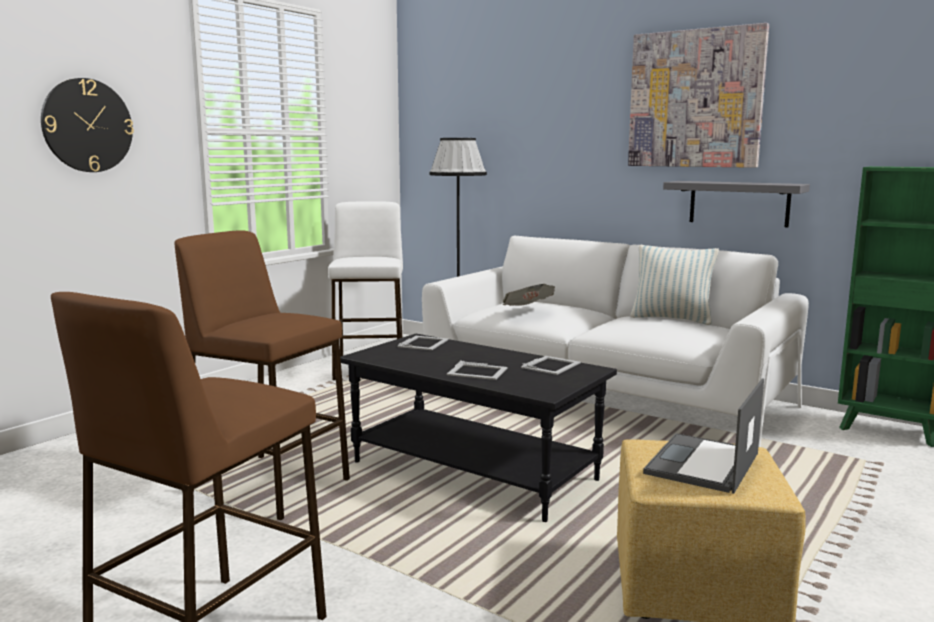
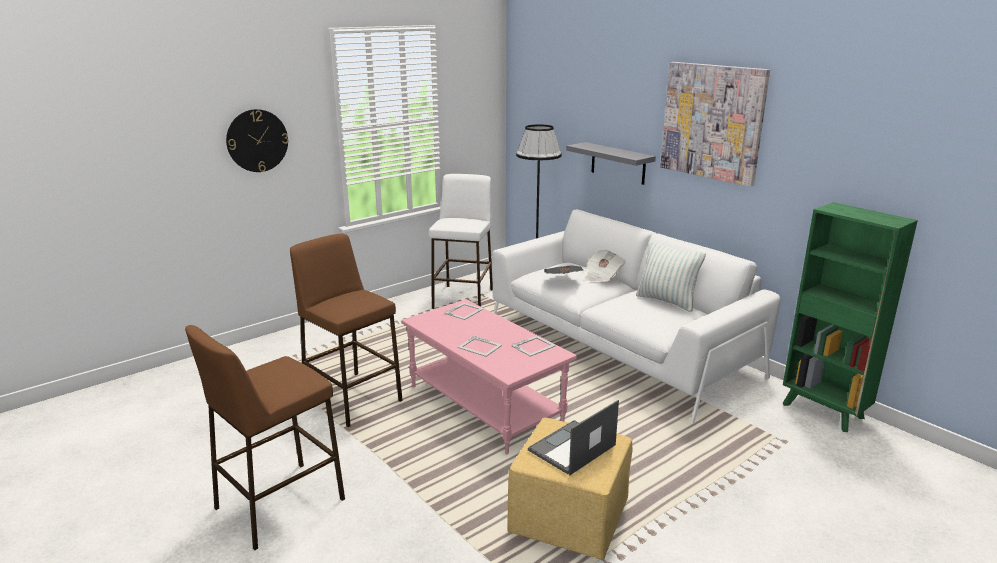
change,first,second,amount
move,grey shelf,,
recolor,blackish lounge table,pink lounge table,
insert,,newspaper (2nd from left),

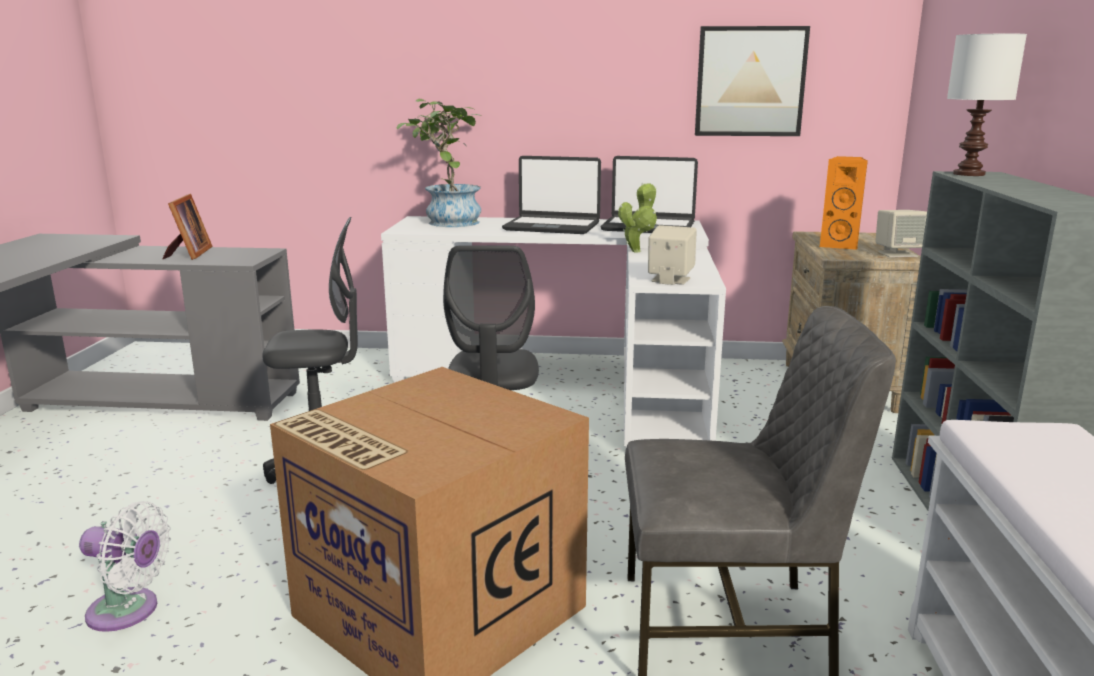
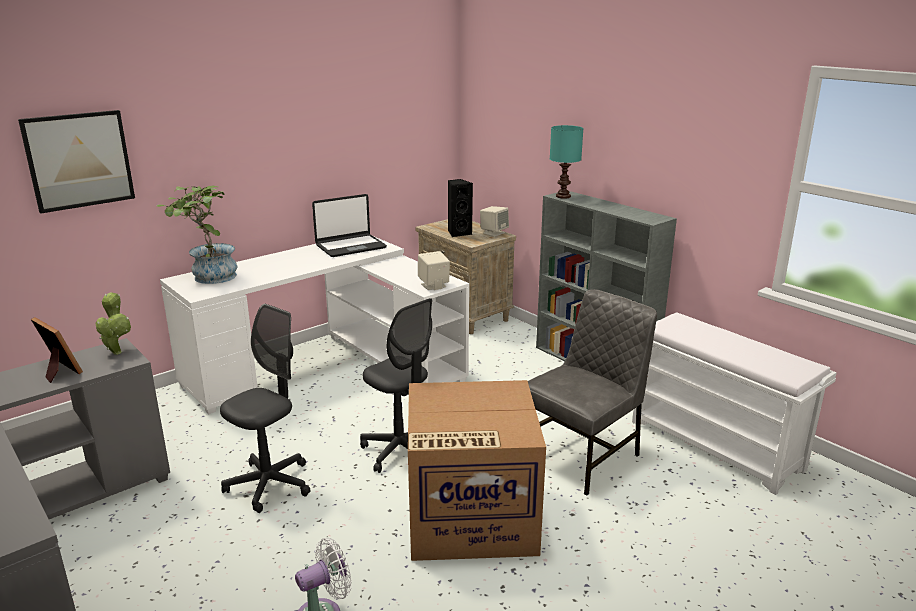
change,first,second,amount
move,wall picture,,
recolor,white-coloured tabletop lamp,turquoise-coloured tabletop lamp,
delete,notebook computer (1st from left),,
recolor,orange loudspeaker,blackish loudspeaker,
move,potted plant (2nd from left in the first image),potted plant (1st from left),

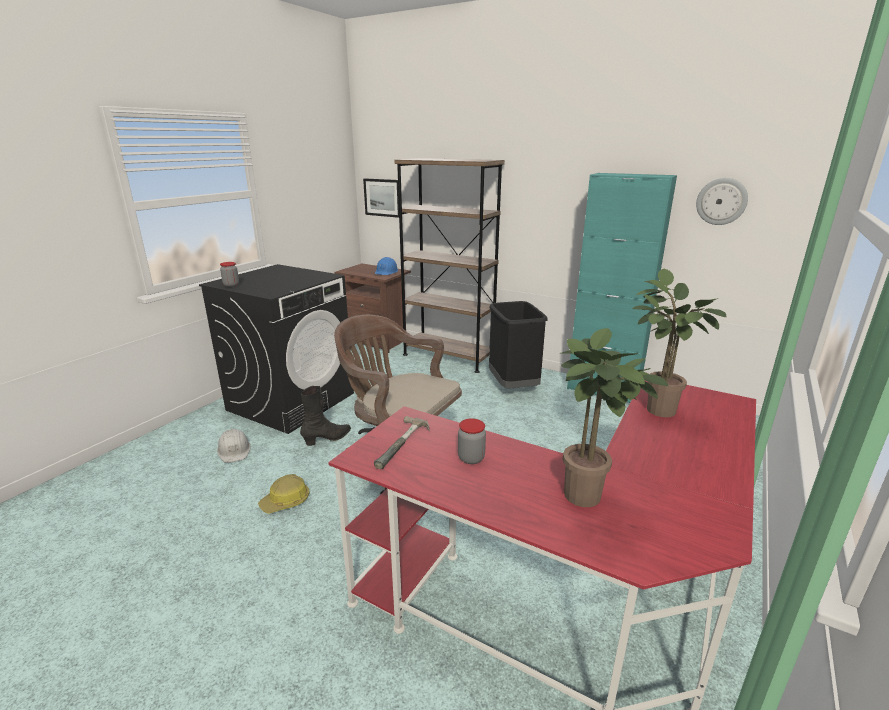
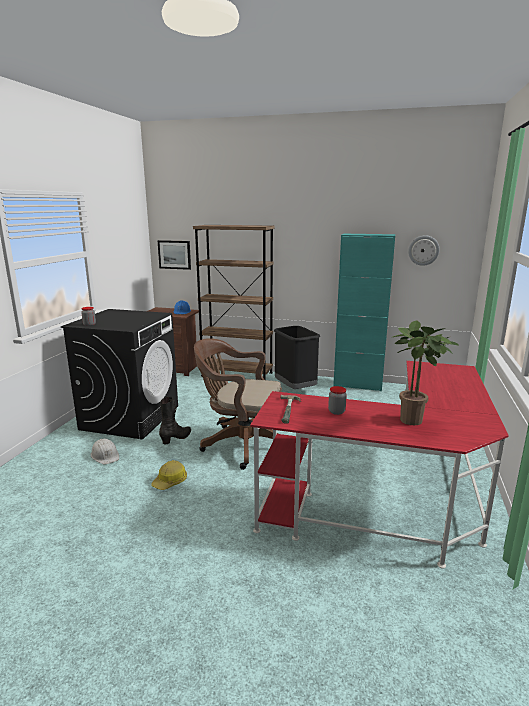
change,first,second,amount
delete,potted plant (2nd from left),,

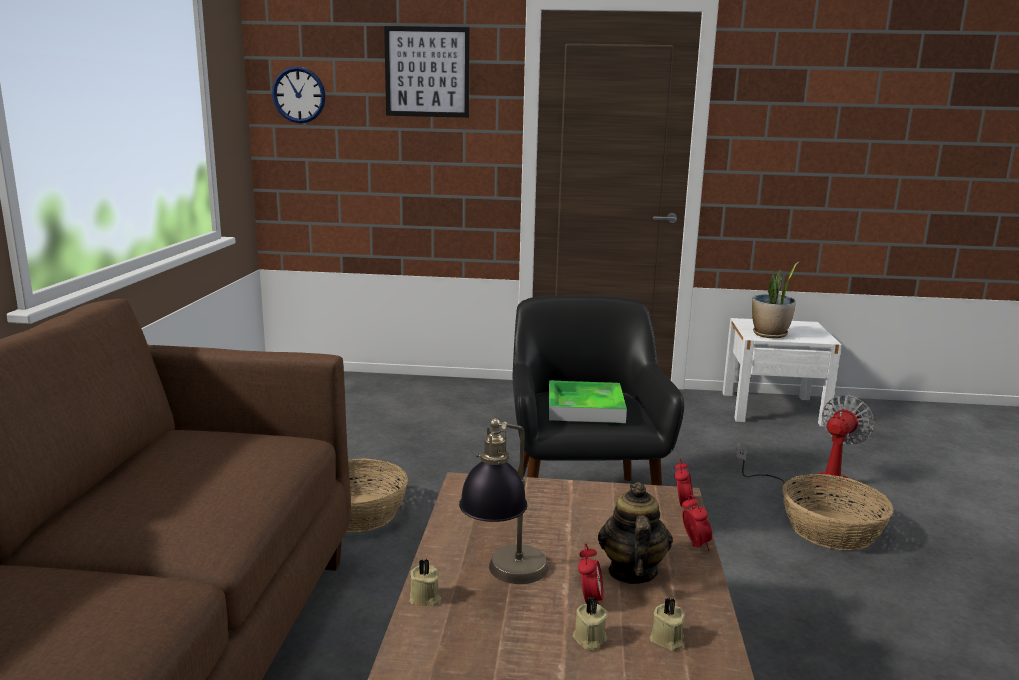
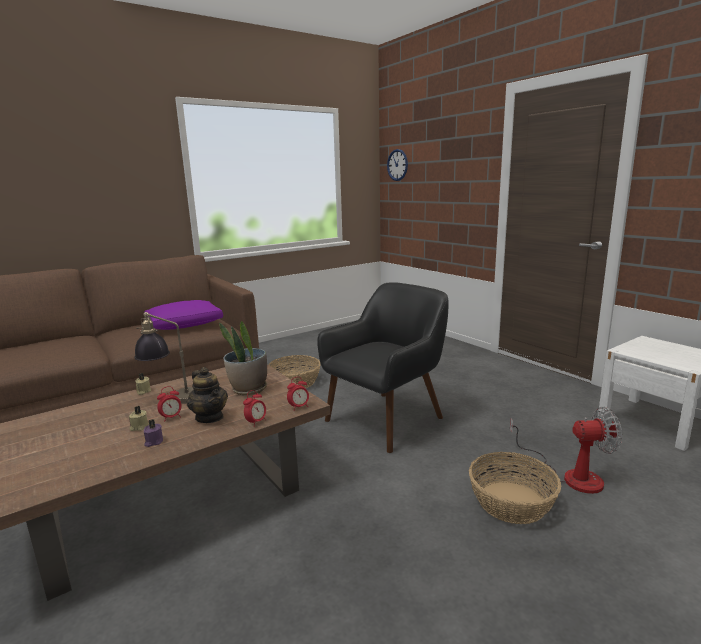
change,first,second,amount
delete,wall picture,,
move,potted plant,,
delete,carrying tray,,
rotate,pot for tea,,90 degrees clockwise
recolor,beige wax candle (3rd from left),purple wax candle,
insert,,purple pillow,

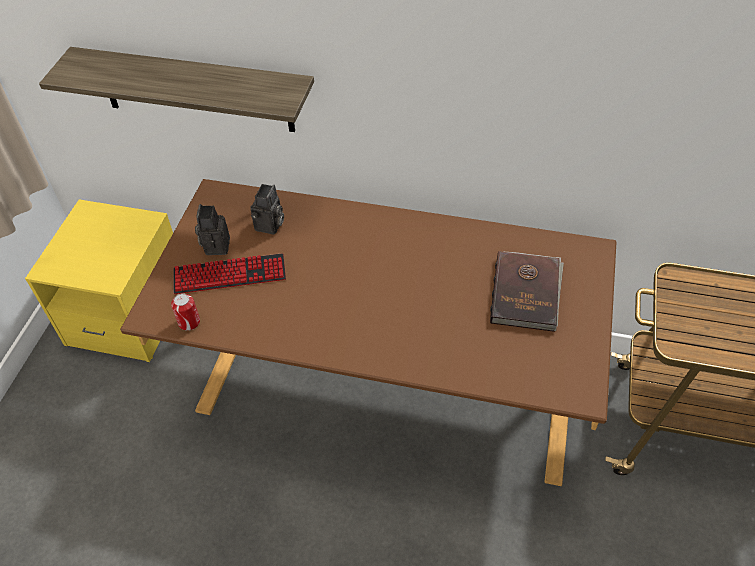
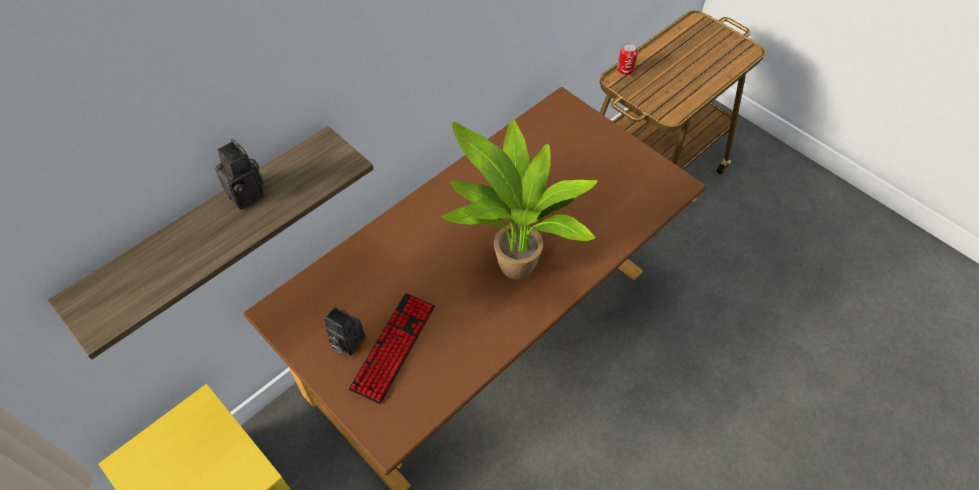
change,first,second,amount
move,still camera (2nd from left in the first image),still camera (1st from left),
delete,brownish volume,,
move,can,,
insert,,potted plant,

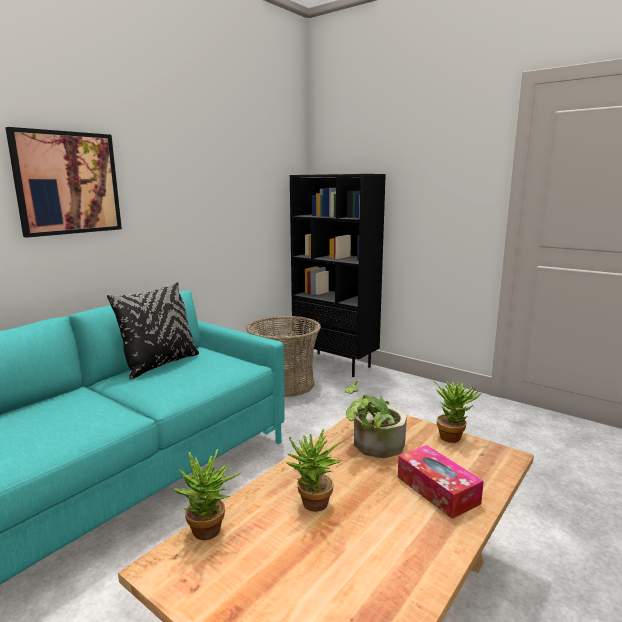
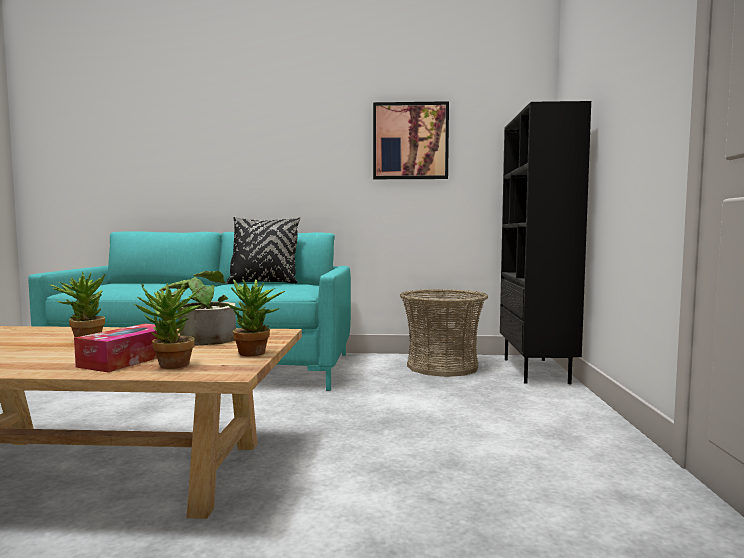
change,first,second,amount
move,wall picture,,
move,potted plant (1st from left in the first image),potted plant (2nd from left),

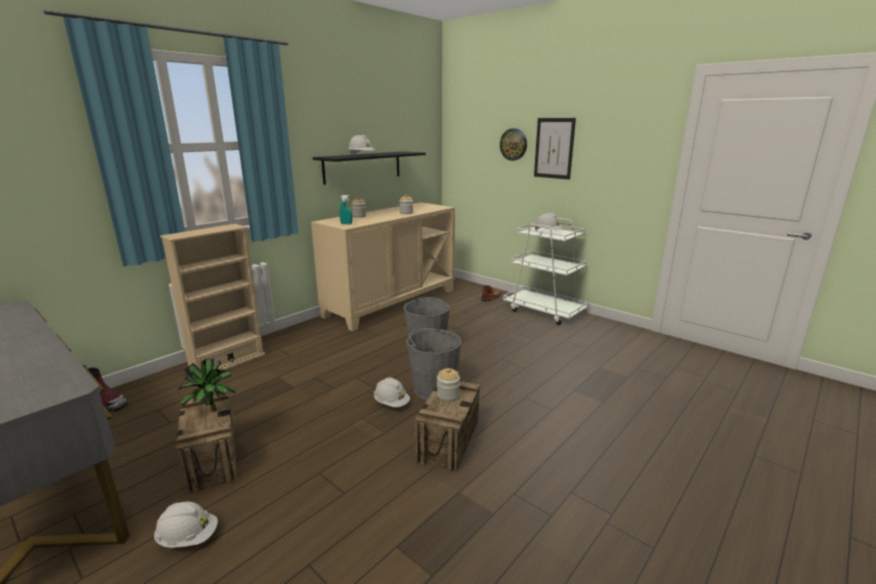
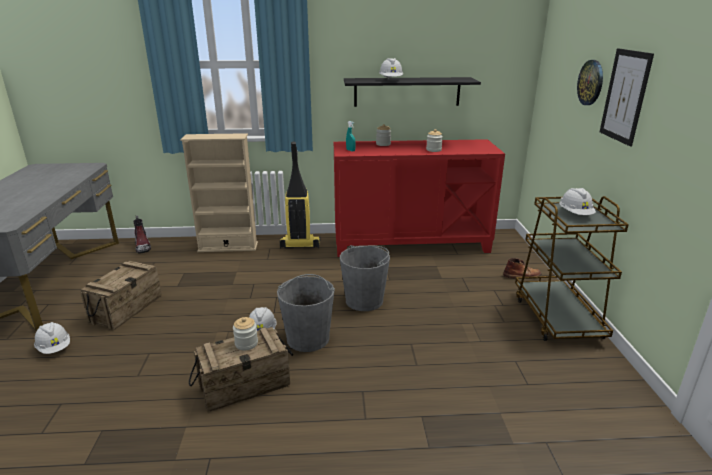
change,first,second,amount
recolor,beige storage cabinet,red-coloured storage cabinet,
recolor,white-coloured trolley,brownish trolley,
delete,potted plant,,
insert,,hoover,

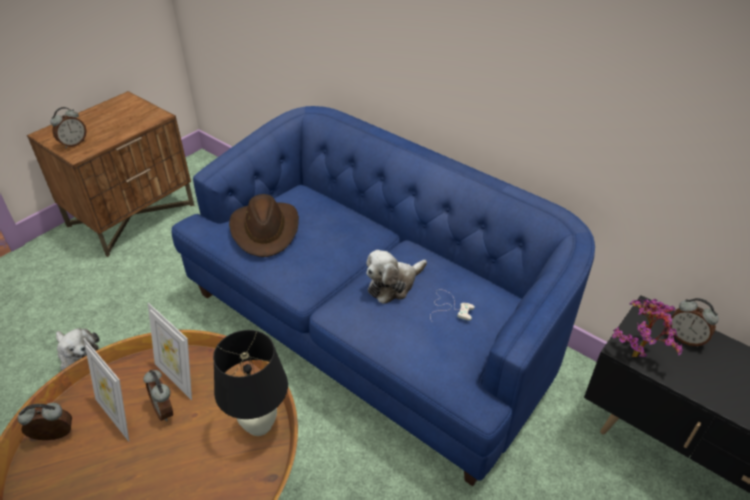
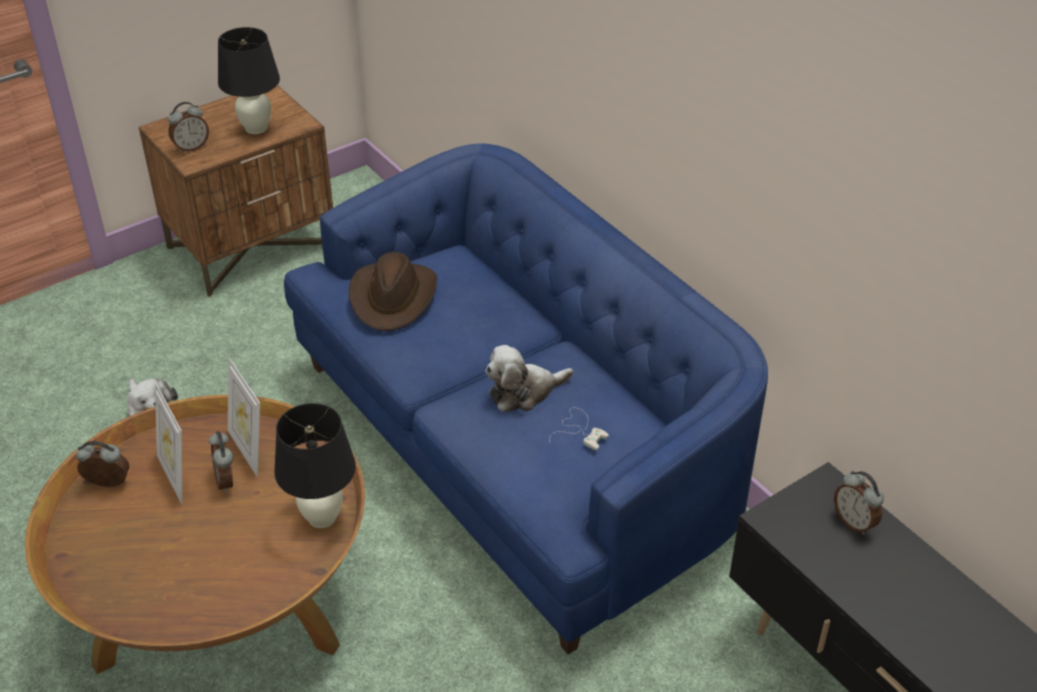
change,first,second,amount
delete,potted plant,,
insert,,blackish tabletop lamp (1st from left),

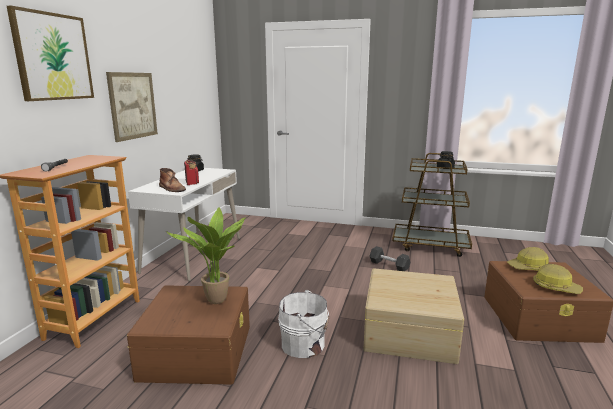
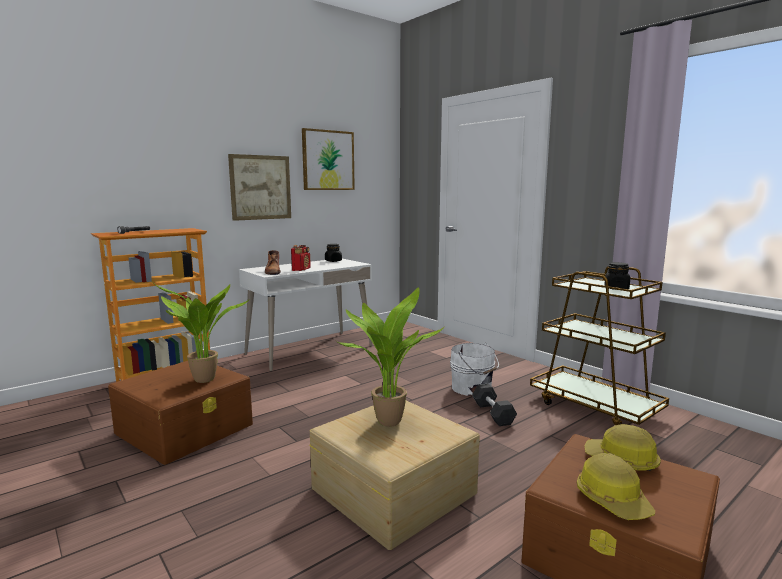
change,first,second,amount
move,wall picture (1st from left in the first image),wall picture (2nd from left),
move,white-coloured pail,,
insert,,potted plant (2nd from left),

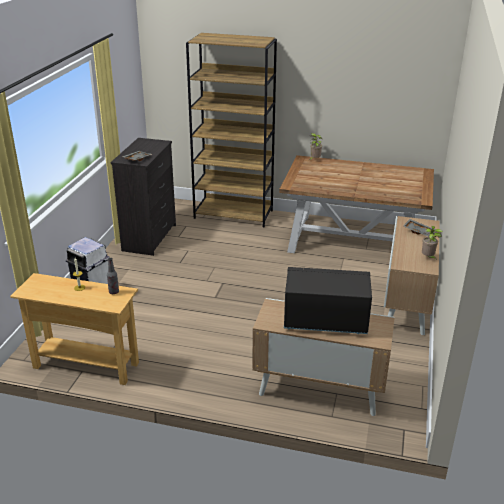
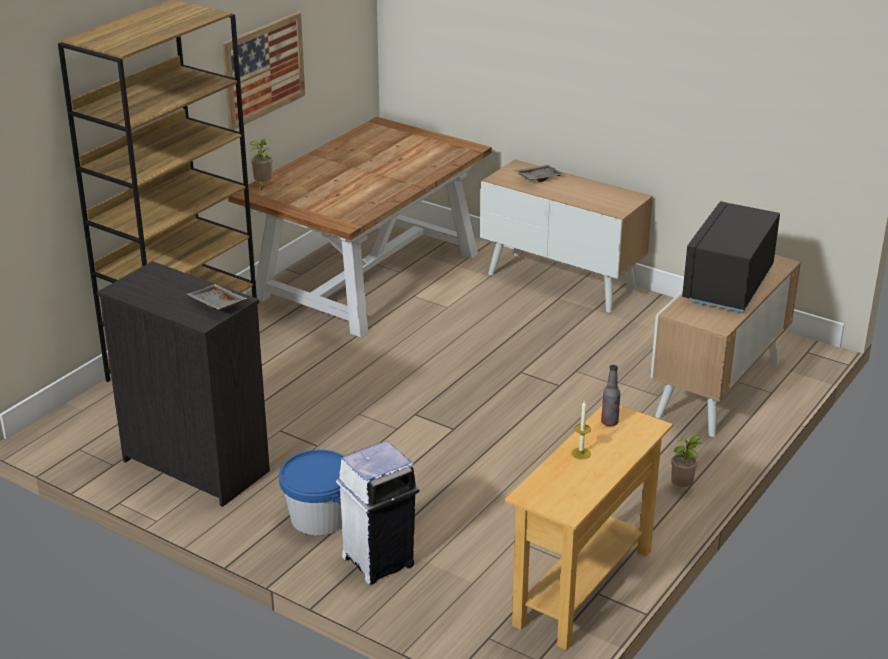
change,first,second,amount
move,potted plant (2nd from left),,
insert,,wall picture,
insert,,blue pail,

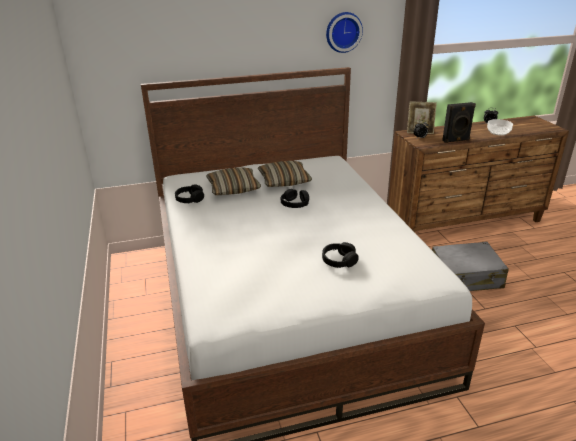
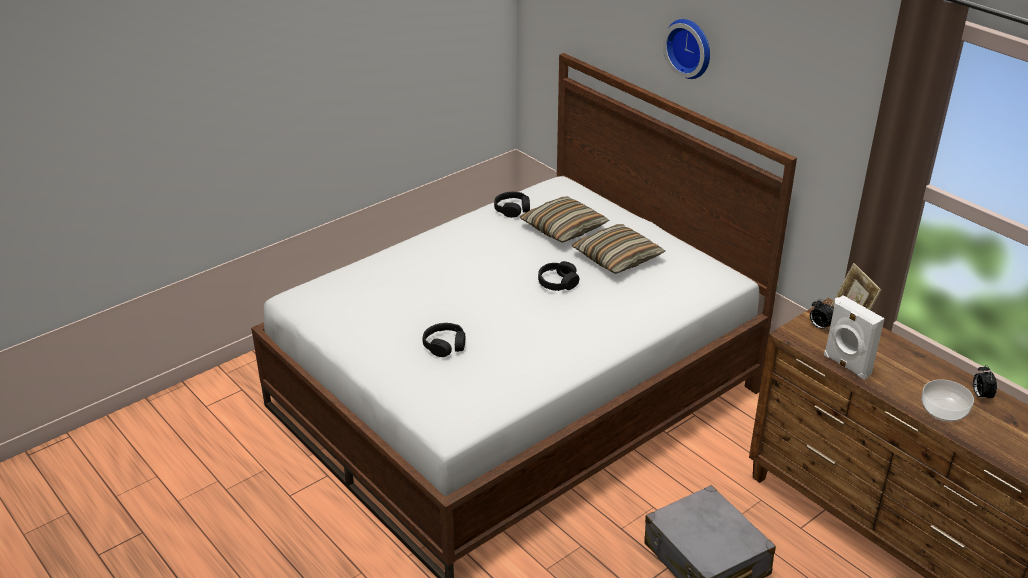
change,first,second,amount
move,clock on the wall,,
recolor,blackish loudspeaker,white-coloured loudspeaker,

